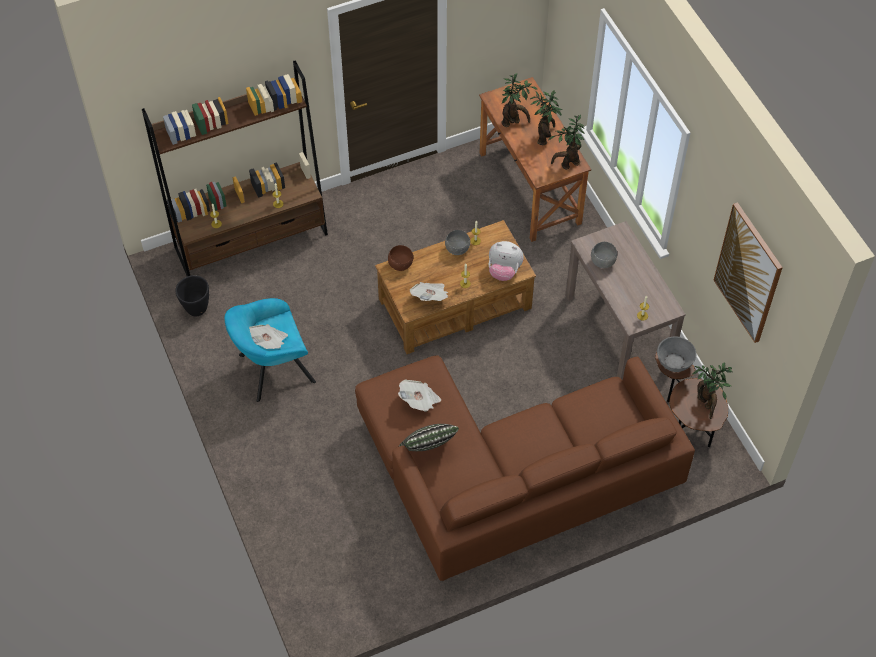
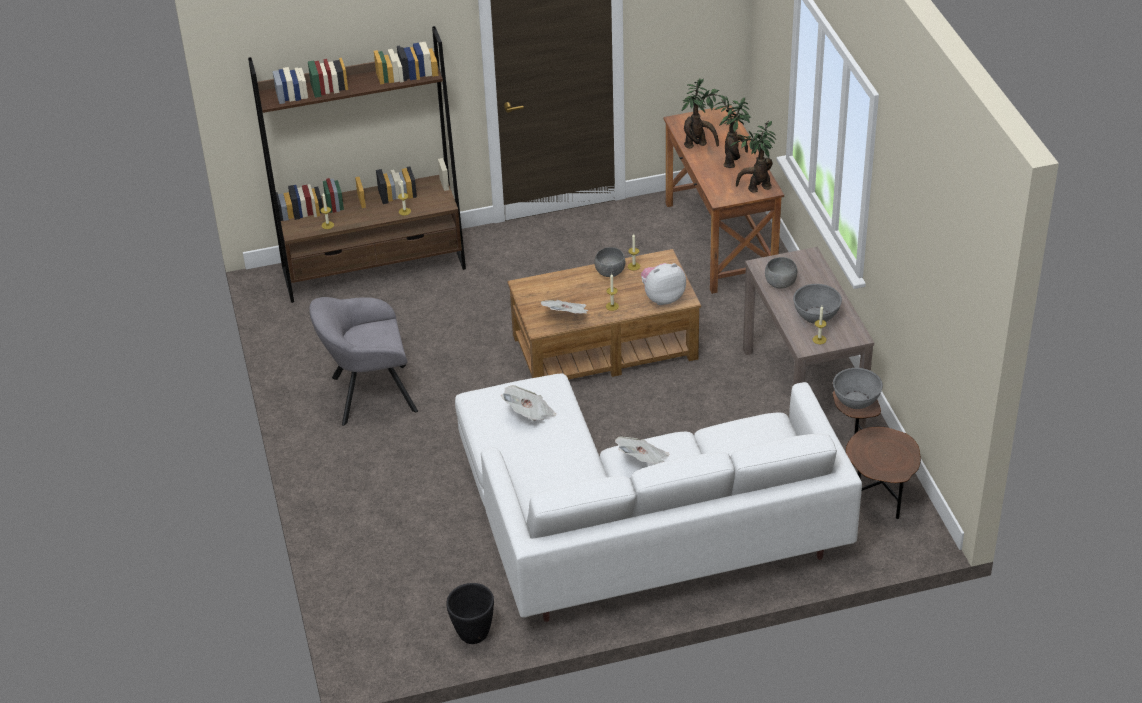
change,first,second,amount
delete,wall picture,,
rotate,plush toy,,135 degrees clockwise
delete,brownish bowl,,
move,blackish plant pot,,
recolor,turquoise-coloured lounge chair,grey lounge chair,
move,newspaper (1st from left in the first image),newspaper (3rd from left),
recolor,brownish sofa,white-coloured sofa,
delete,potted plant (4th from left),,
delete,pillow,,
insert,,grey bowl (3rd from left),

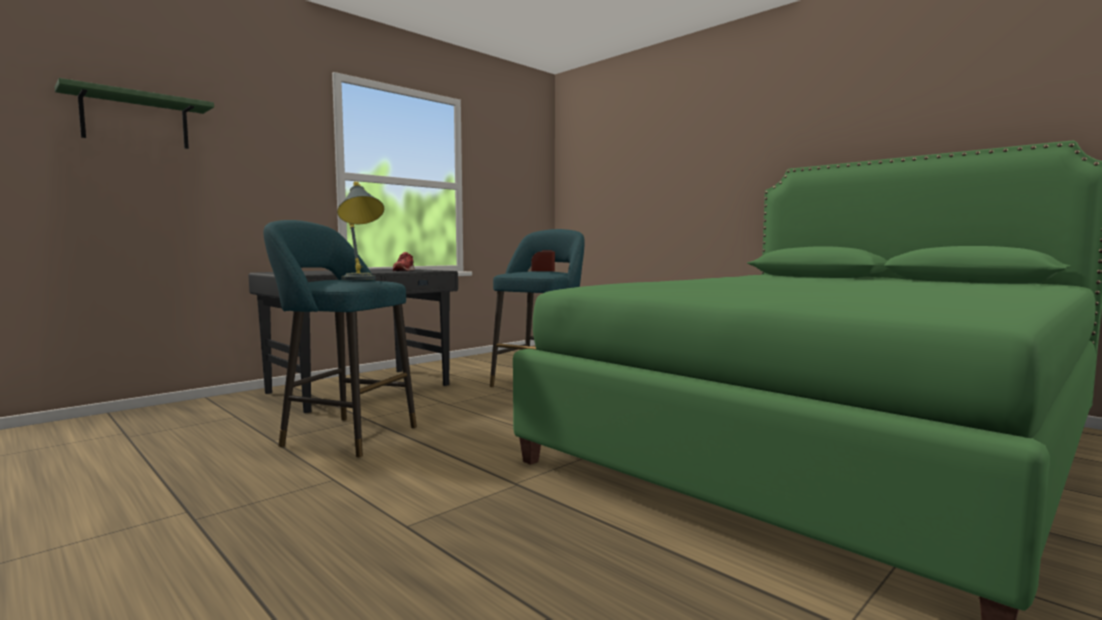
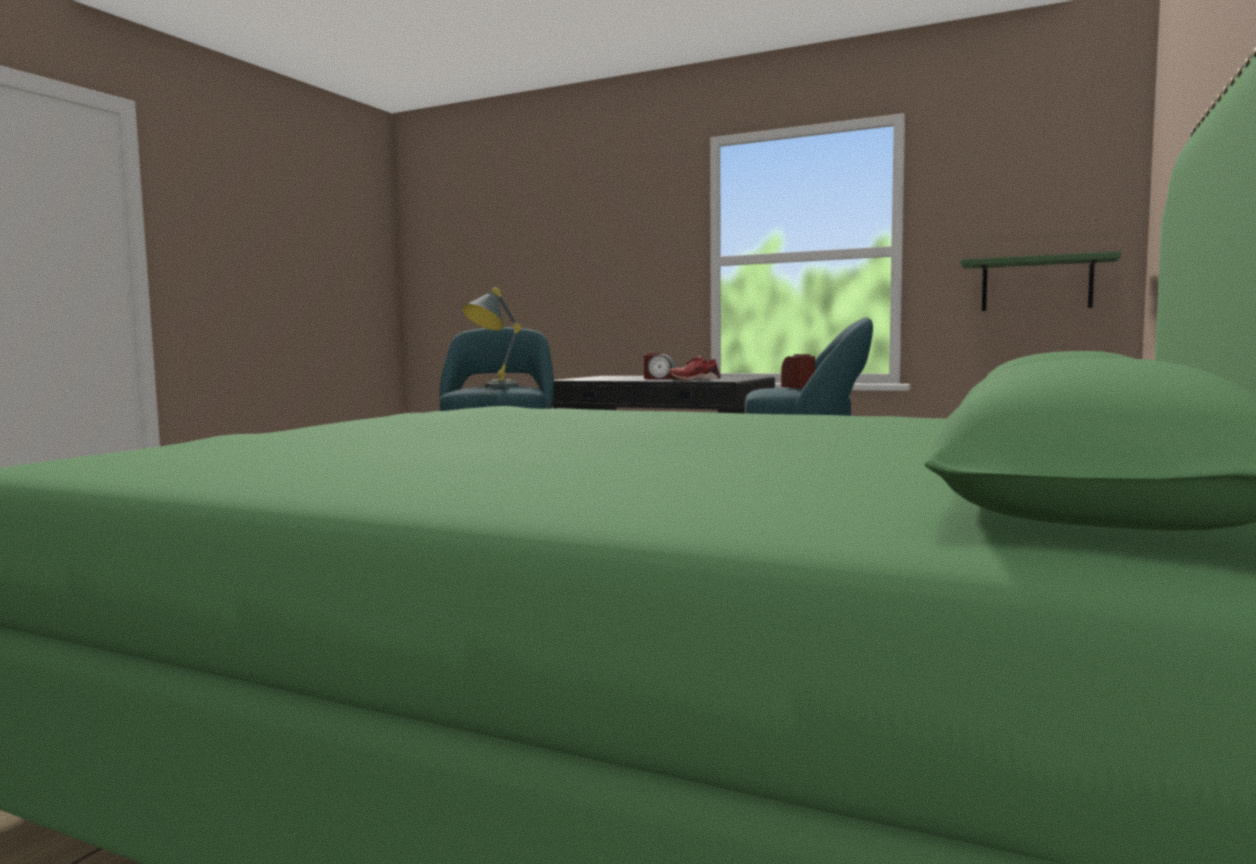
change,first,second,amount
move,greenish shelf,,
insert,,table clock (1st from left),

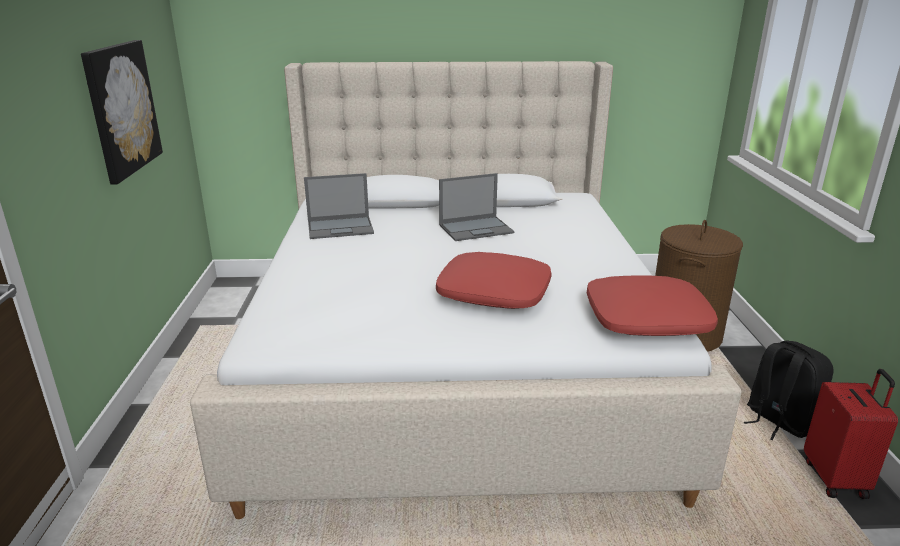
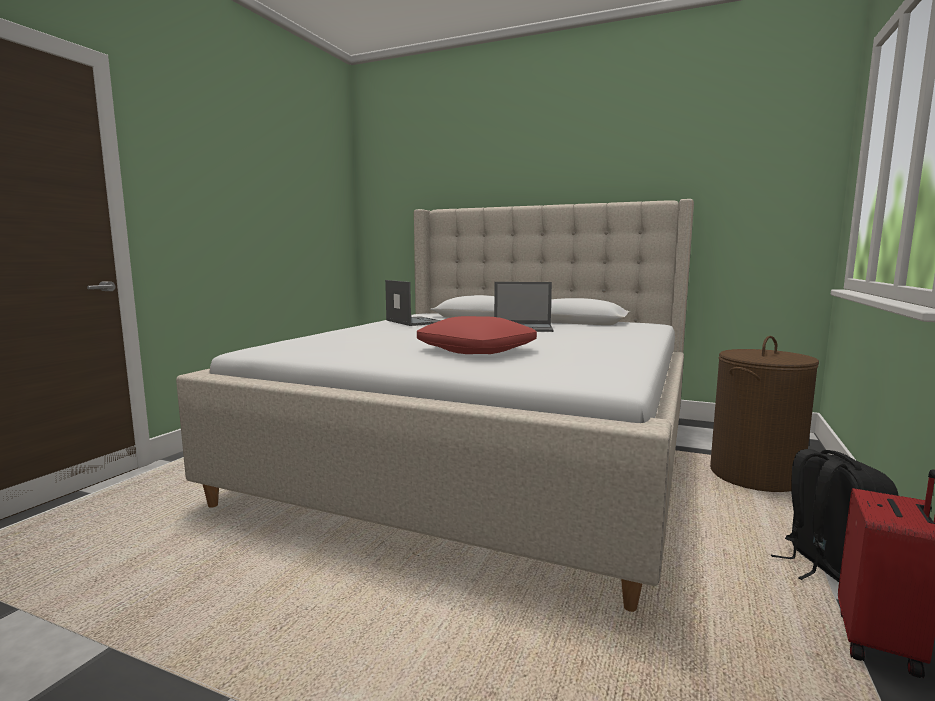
change,first,second,amount
delete,wall picture,,
rotate,notebook computer (1st from left),,135 degrees counterclockwise
delete,red-coloured pillow (2nd from left),,

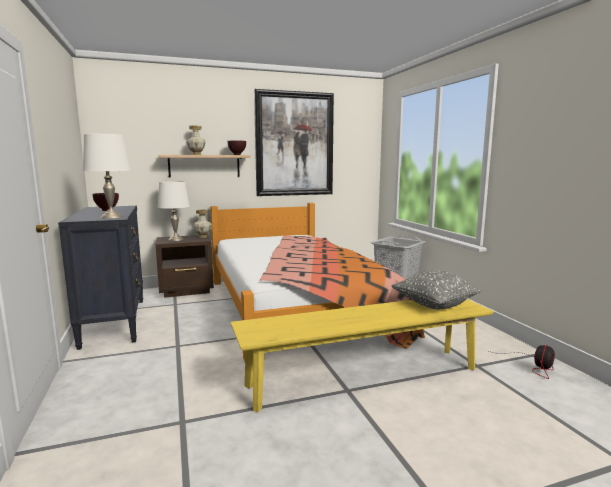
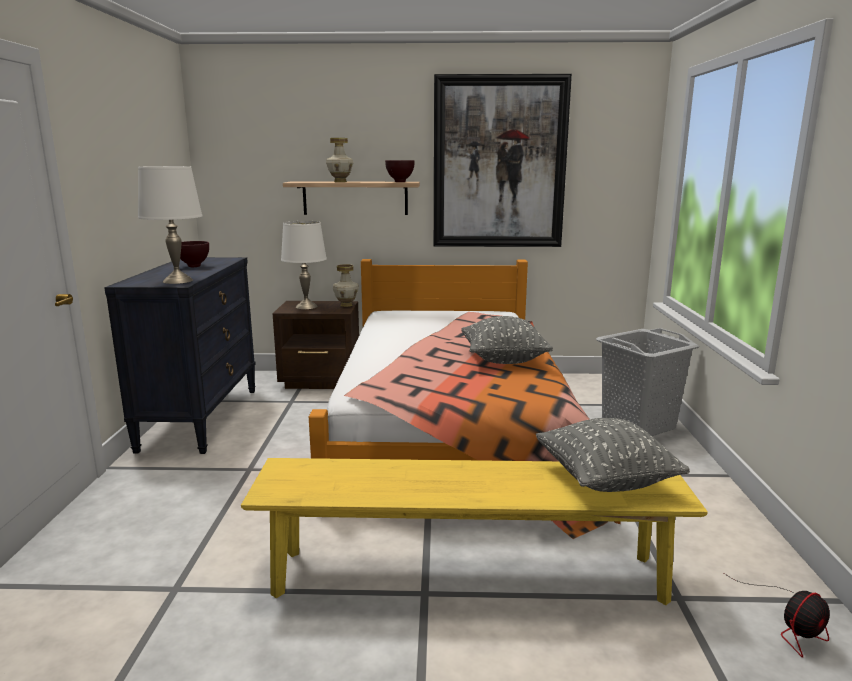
change,first,second,amount
insert,,grey pillow (1st from left),

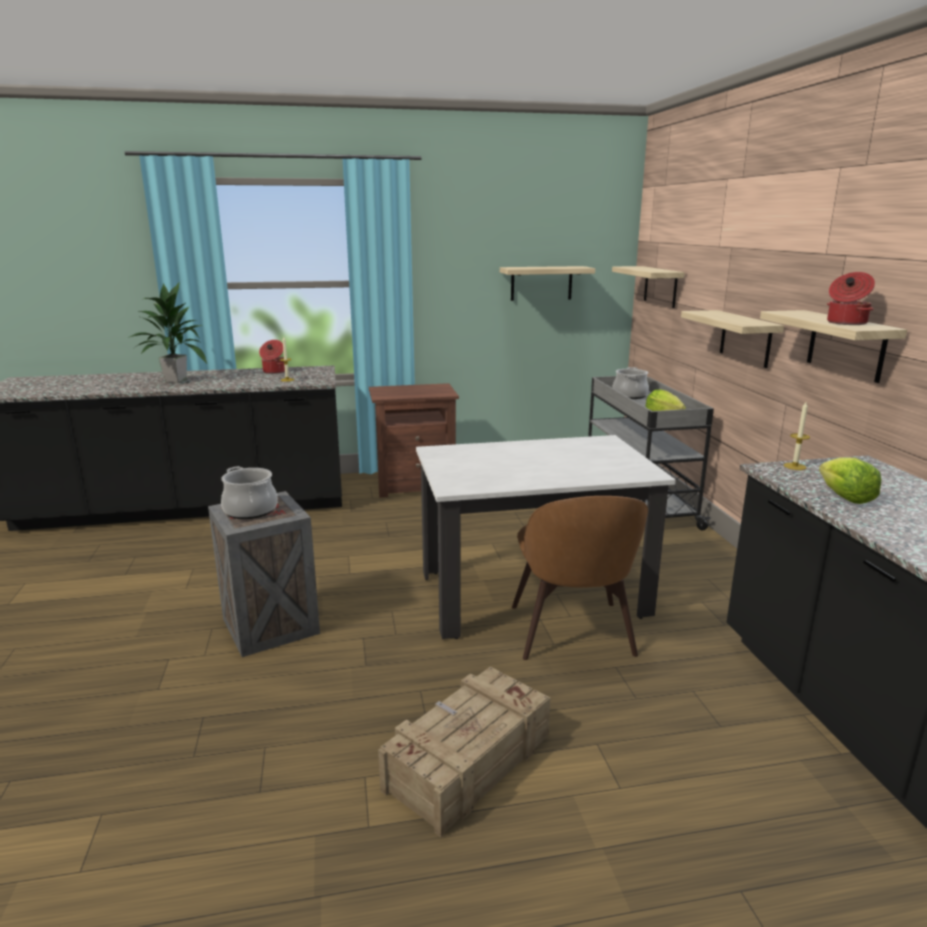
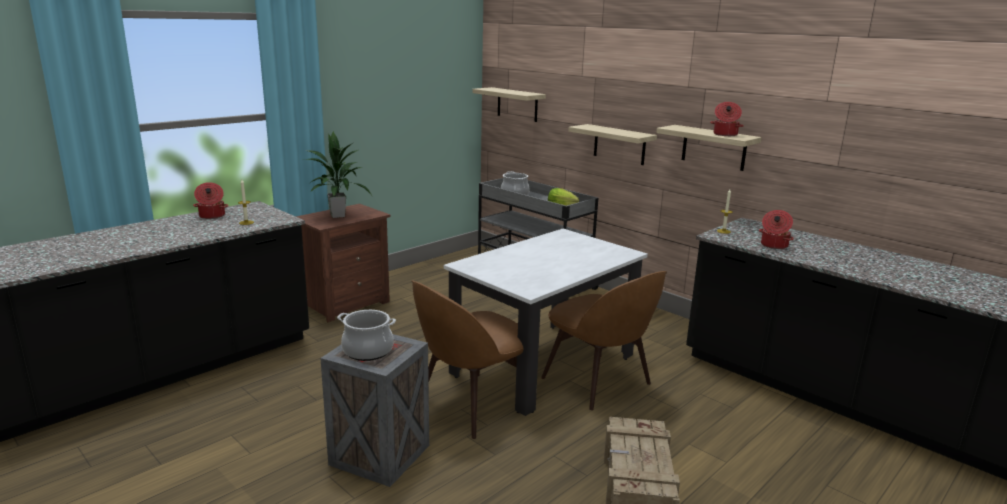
change,first,second,amount
delete,shelf (1st from left),,
move,potted plant,,
replace,lettuce head (2nd from left),saucepot (5th from left),
insert,,brownish plain chair (1st from left),

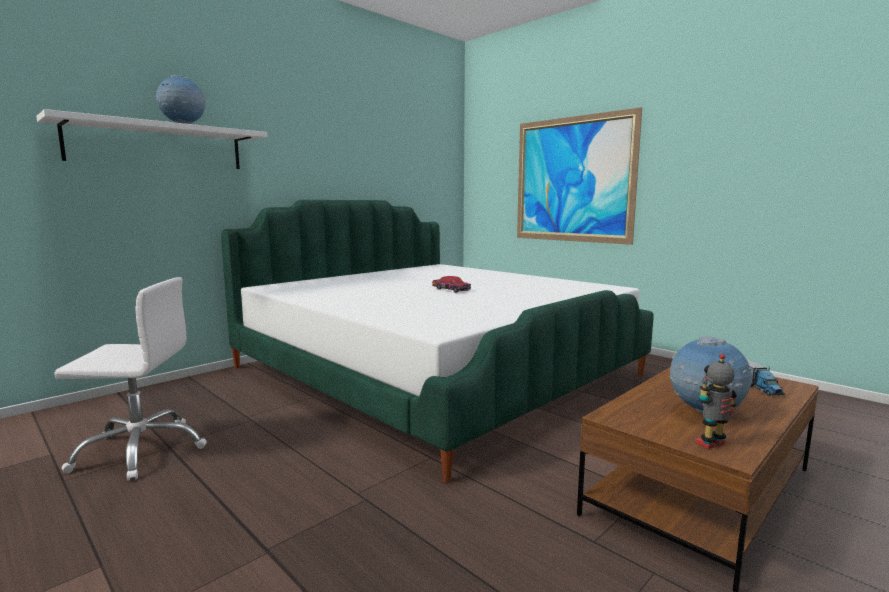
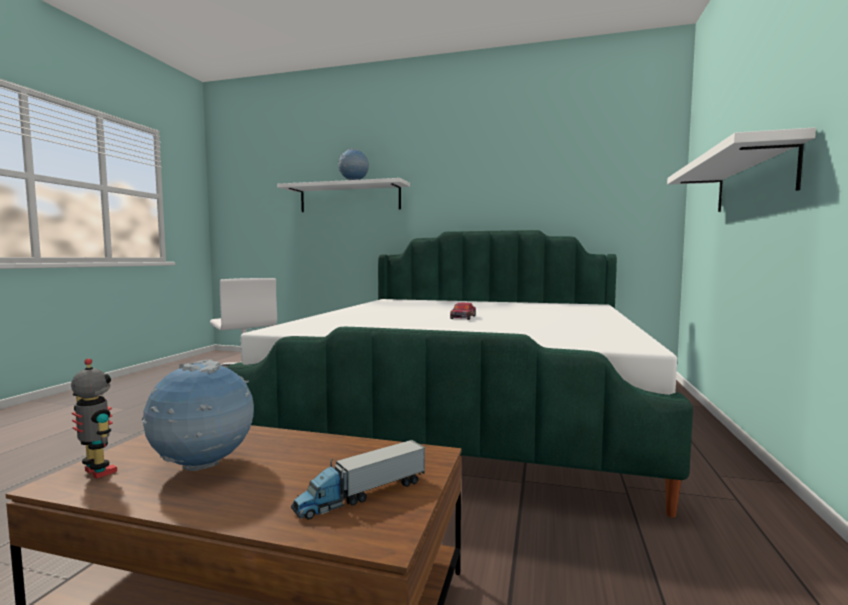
change,first,second,amount
replace,wall picture,white-coloured shelf (2nd from left),

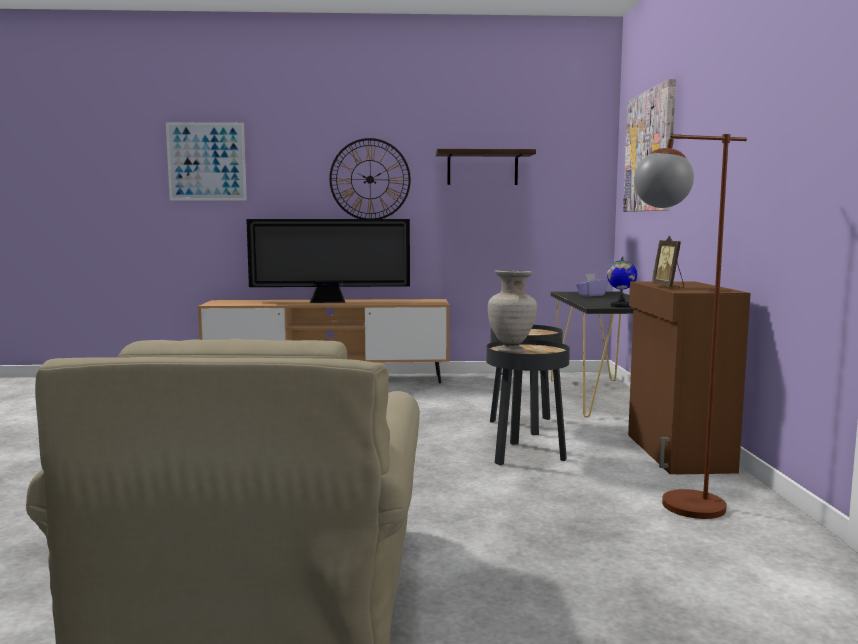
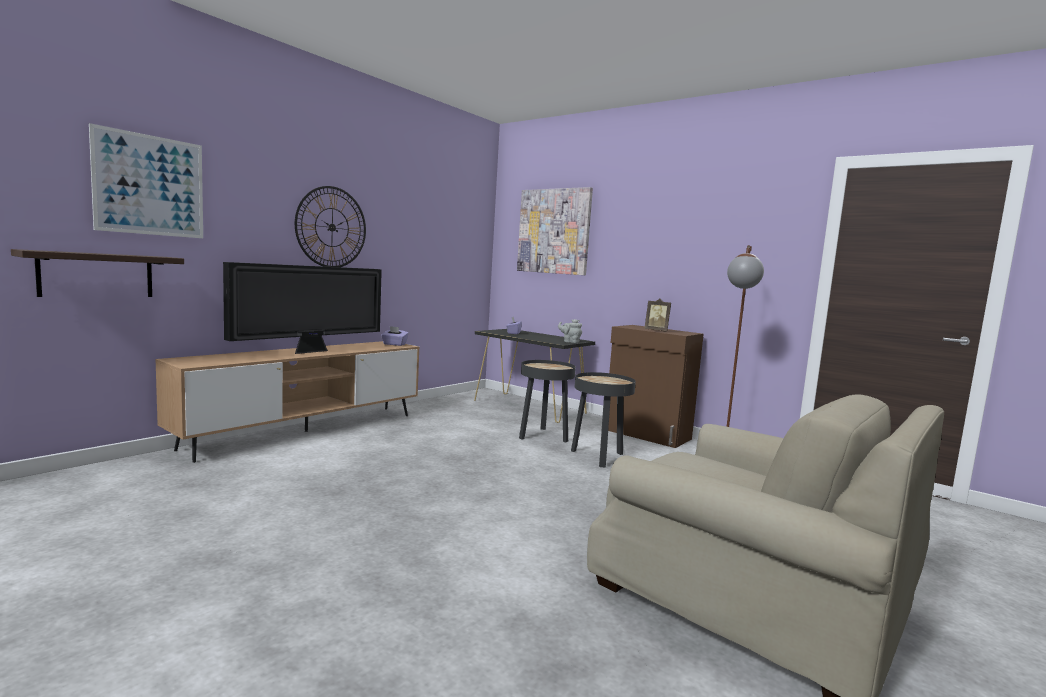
change,first,second,amount
move,shelf,,
replace,world globe,grey pot for tea,
delete,beige vase,,
insert,,purple tissue box (1st from left),

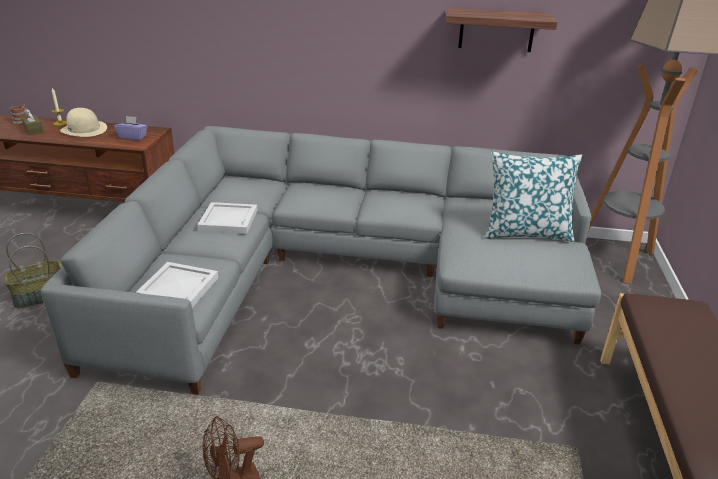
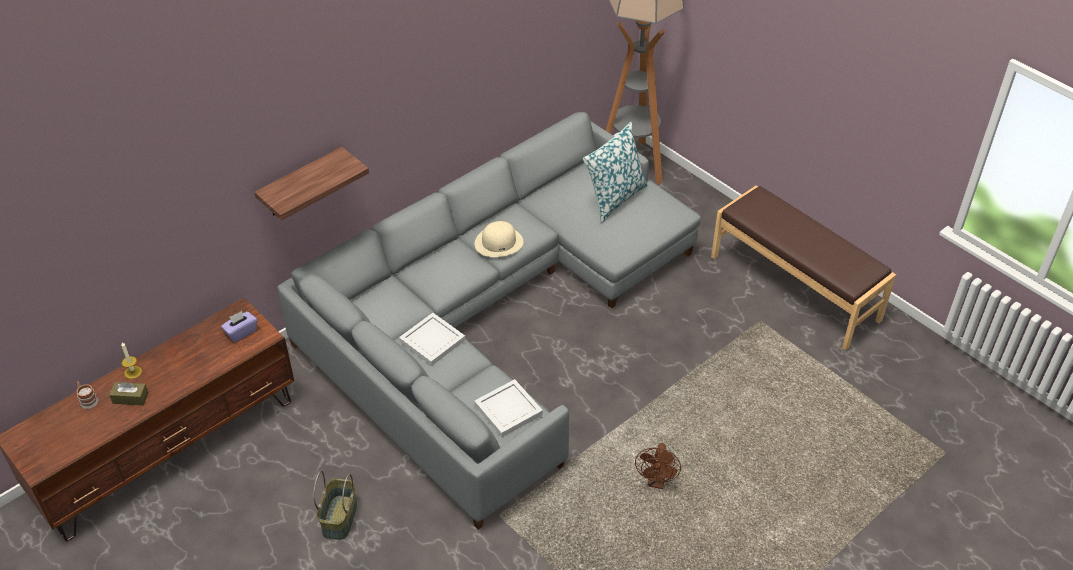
change,first,second,amount
move,shelf,,
move,beige wearable hat,,

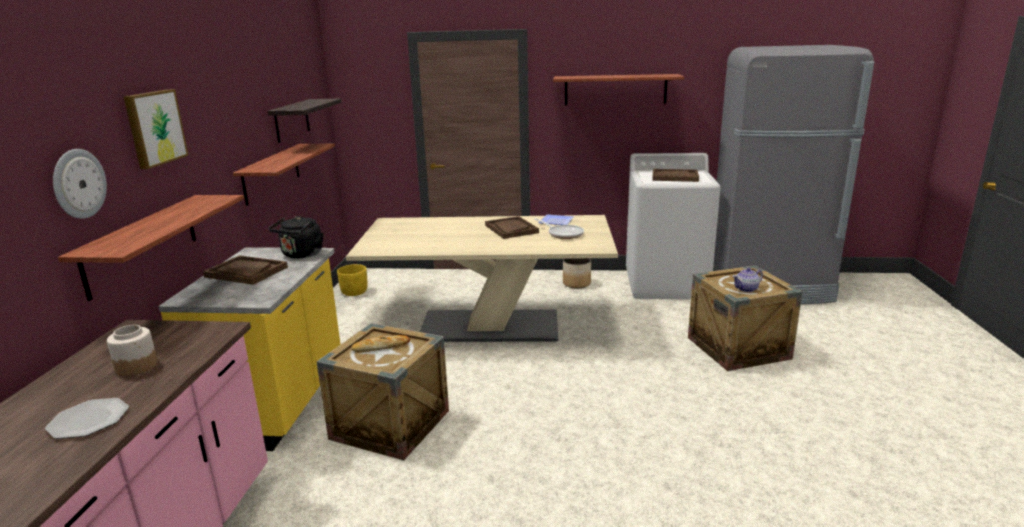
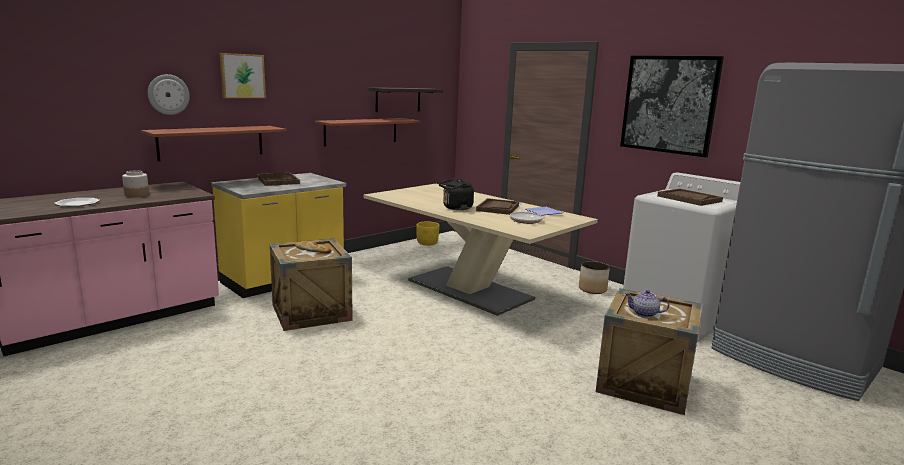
change,first,second,amount
replace,shelf (4th from left),wall picture (2nd from left),
move,blackish tea kettle,,

